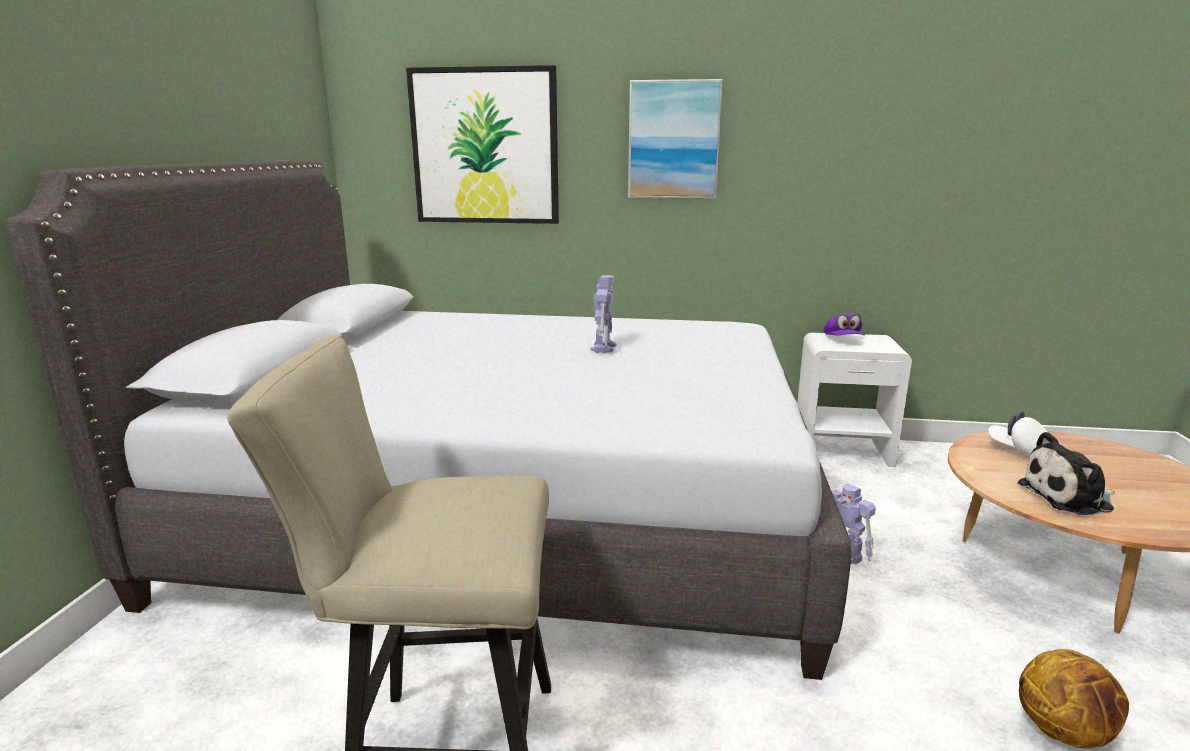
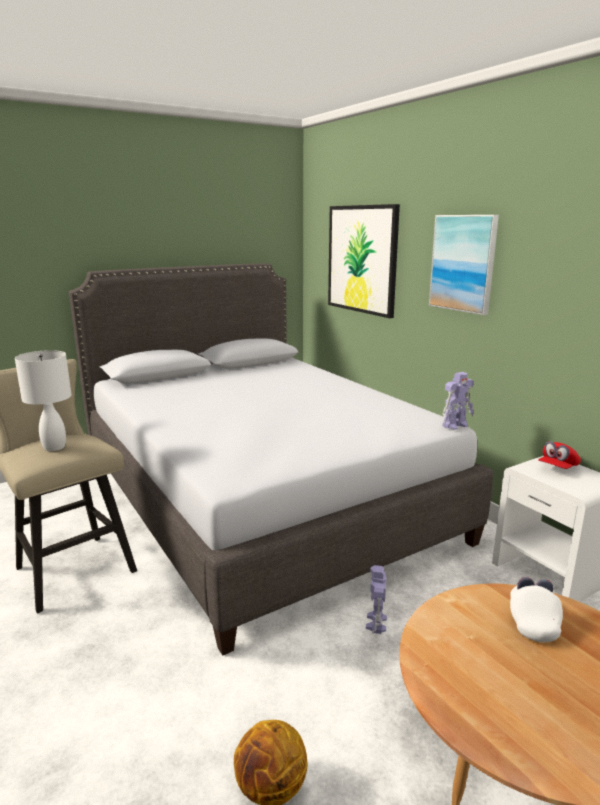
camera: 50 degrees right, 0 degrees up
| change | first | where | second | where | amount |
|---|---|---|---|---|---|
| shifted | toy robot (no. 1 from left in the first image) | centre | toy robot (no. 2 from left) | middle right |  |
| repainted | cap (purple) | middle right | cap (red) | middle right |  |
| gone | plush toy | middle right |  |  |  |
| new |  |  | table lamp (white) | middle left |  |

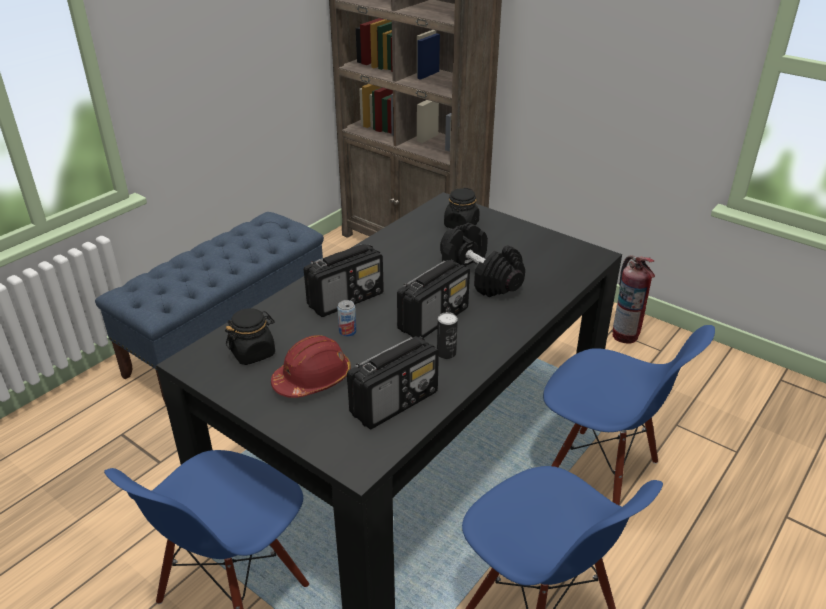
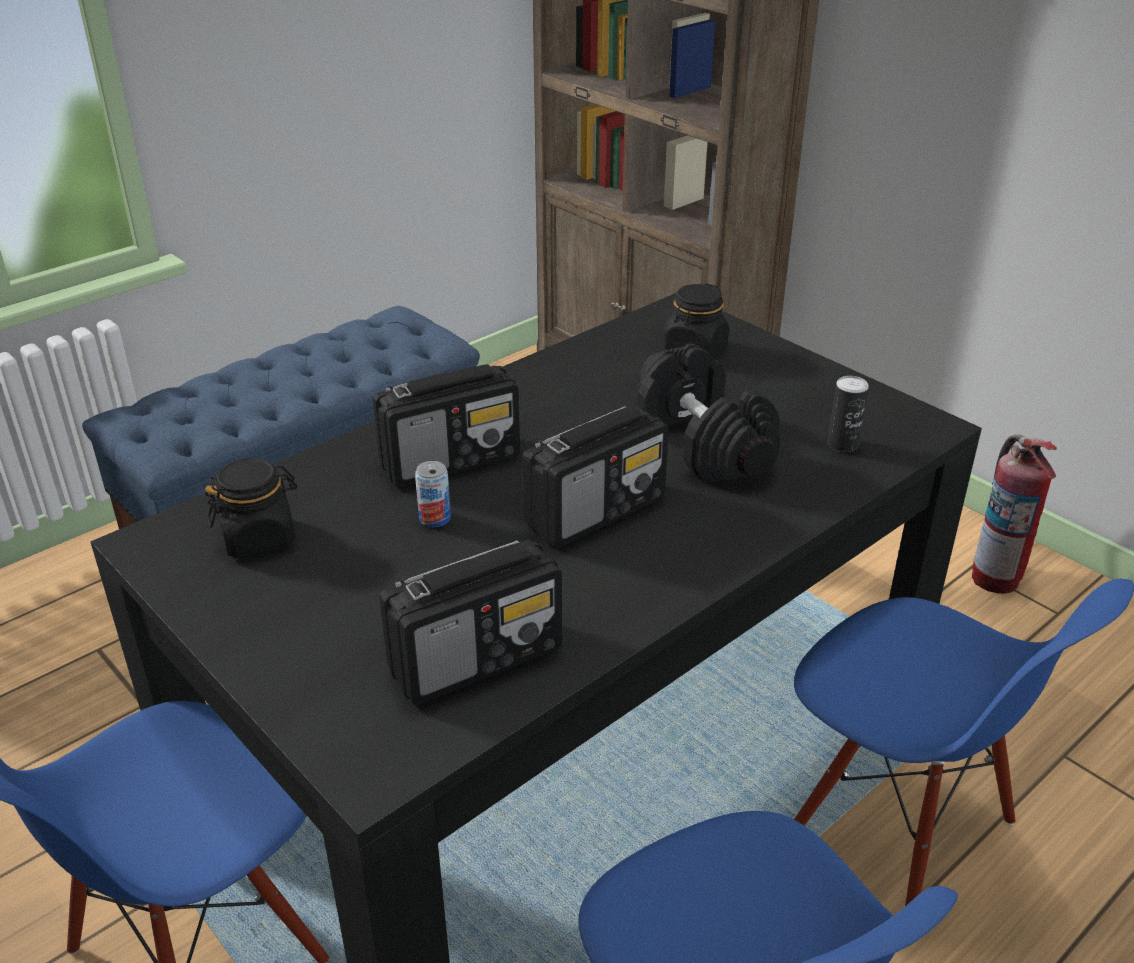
camera: 10 degrees right, 0 degrees up
| change | first | where | second | where | amount |
|---|---|---|---|---|---|
| shifted | can (no. 2 from left) | centre |  | middle right |  |
| gone | hard hat (red) | centre |  |  |  |

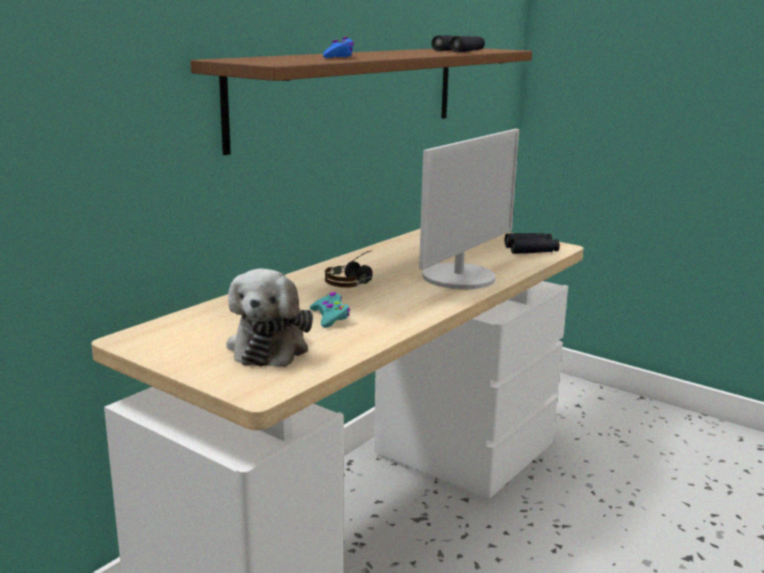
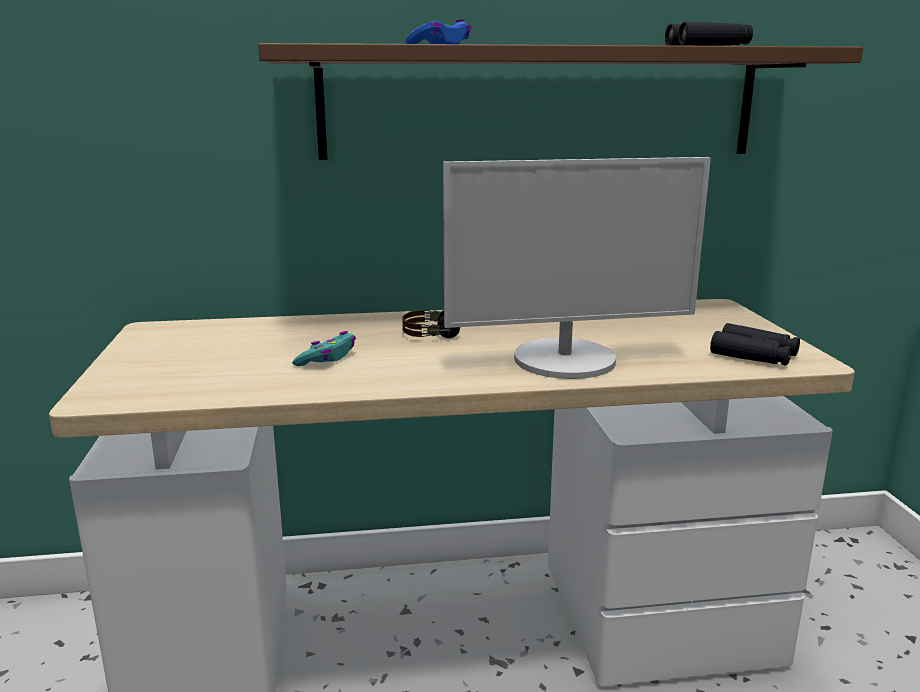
camera: 45 degrees right, 0 degrees up
| change | first | where | second | where | amount |
|---|---|---|---|---|---|
| gone | plush toy | centre |  |  |  |

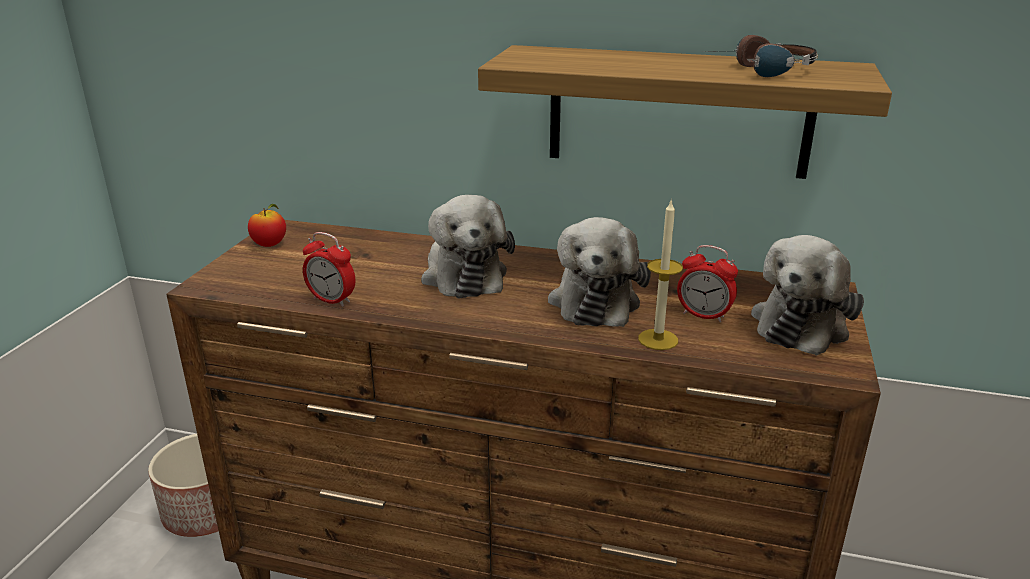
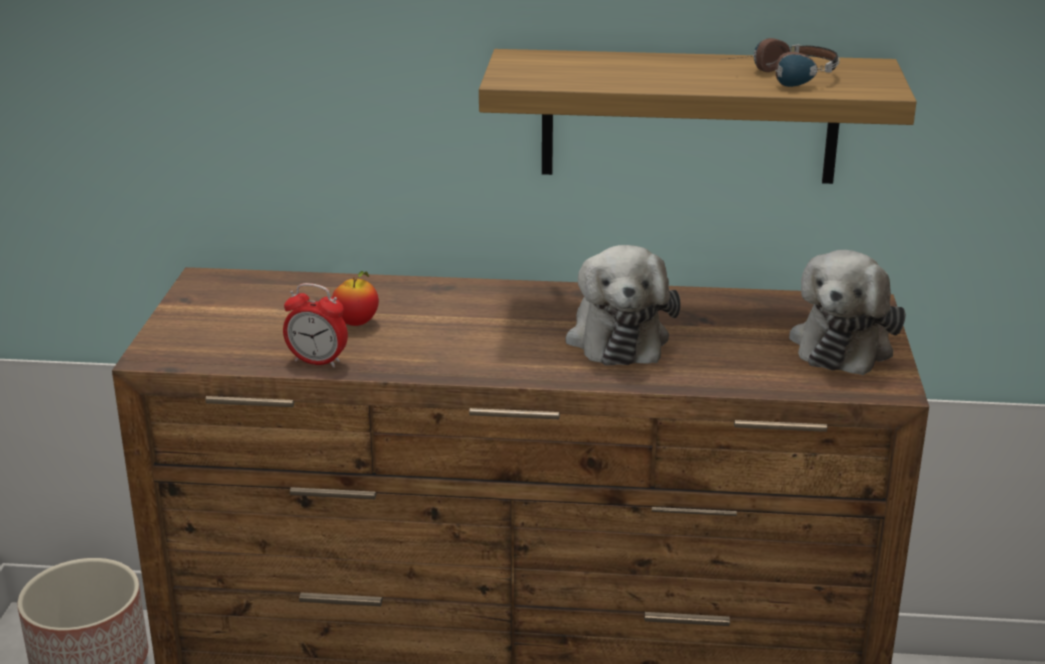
camera: 10 degrees left, 0 degrees up
| change | first | where | second | where | amount |
|---|---|---|---|---|---|
| gone | plush toy (no. 1 from left) | centre |  |  |  |
| gone | candle | centre |  |  |  |
| shifted | apple | middle left |  | centre |  |
| gone | alarm clock (no. 2 from left) | middle right |  |  |  |

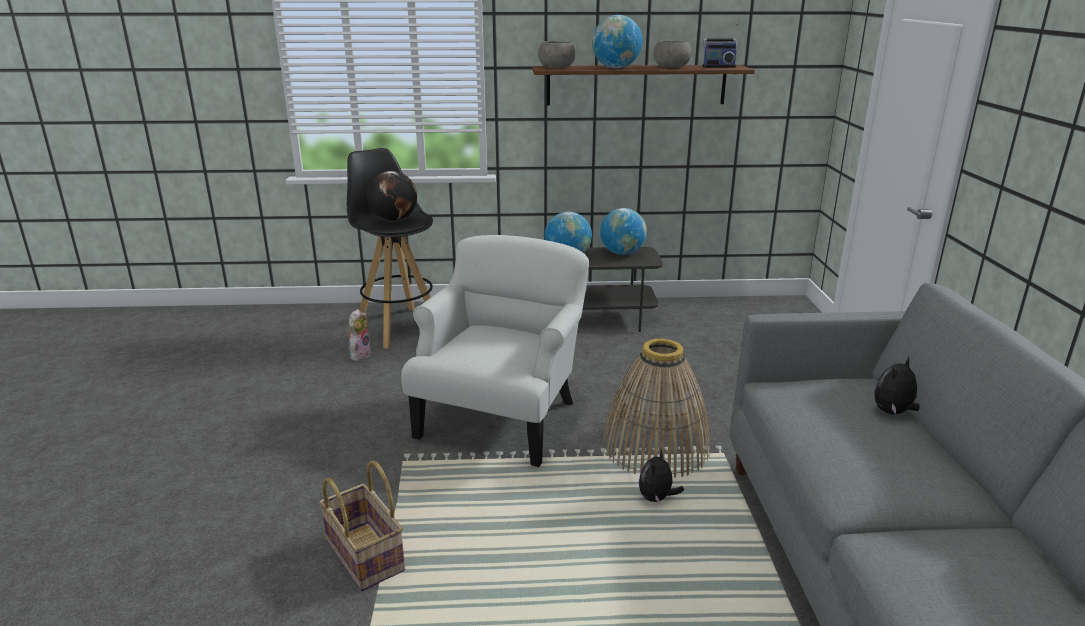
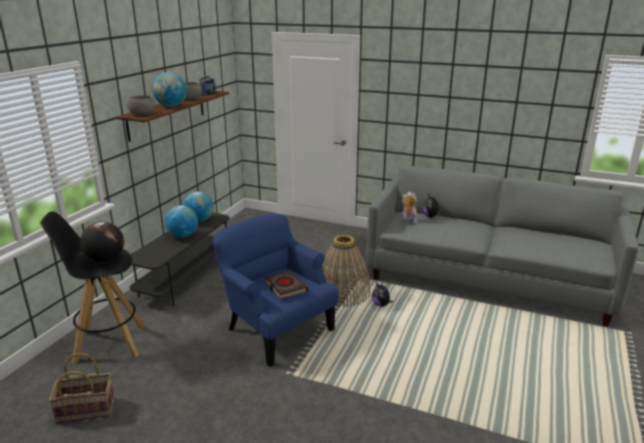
camera: 65 degrees left, 0 degrees up
| change | first | where | second | where | amount |
|---|---|---|---|---|---|
| repainted | armchair (white) | centre | armchair (blue) | centre |  |
| shifted | plush toy (no. 1 from left in the first image) | middle left | plush toy (no. 2 from left) | centre |  |
| shifted | basket (no. 1 from left) | bottom centre |  | bottom left |  |
| new |  |  | book (black) | centre |  |

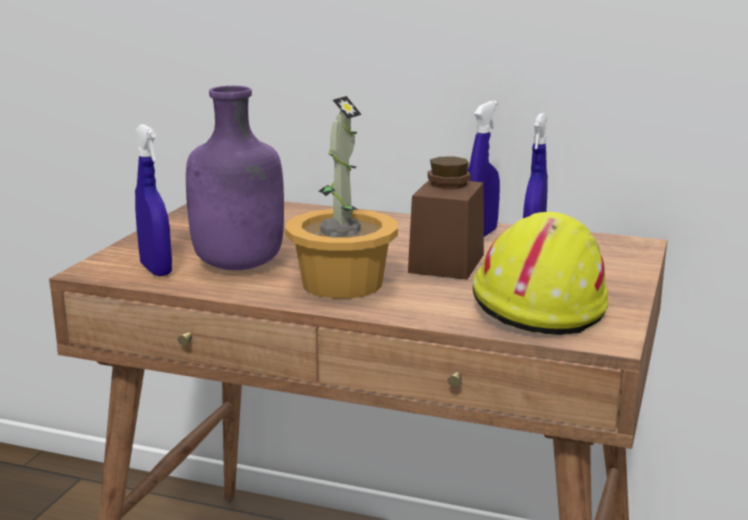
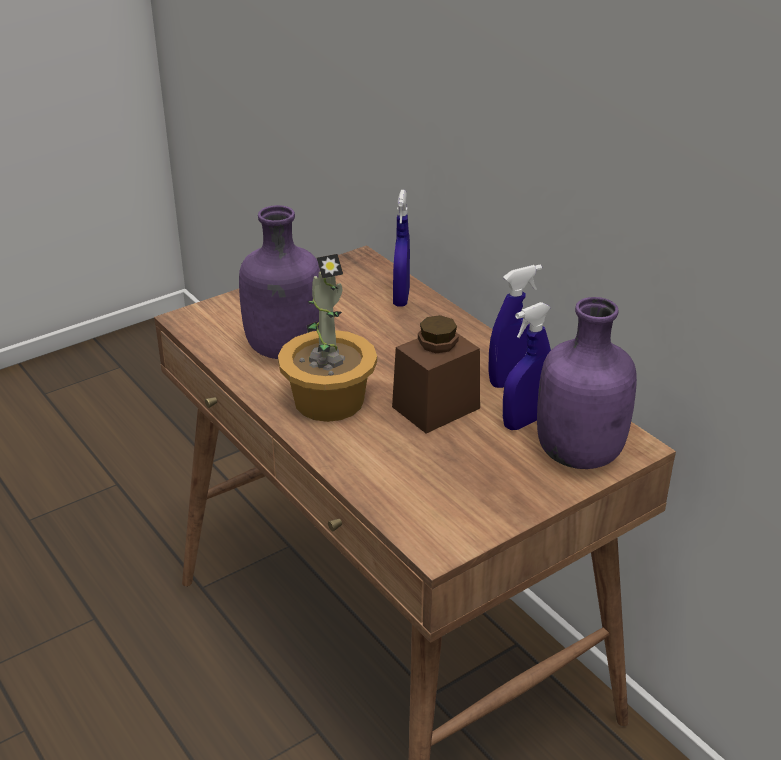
camera: 35 degrees right, 15 degrees up
| change | first | where | second | where | amount |
|---|---|---|---|---|---|
| shifted | spray bottle (blue) (no. 1 from left) | middle left |  | top centre |  |
| gone | hard hat (yellow) | middle right |  |  |  |
| new |  |  | bottle (purple) (no. 2 from left) | middle right |  |

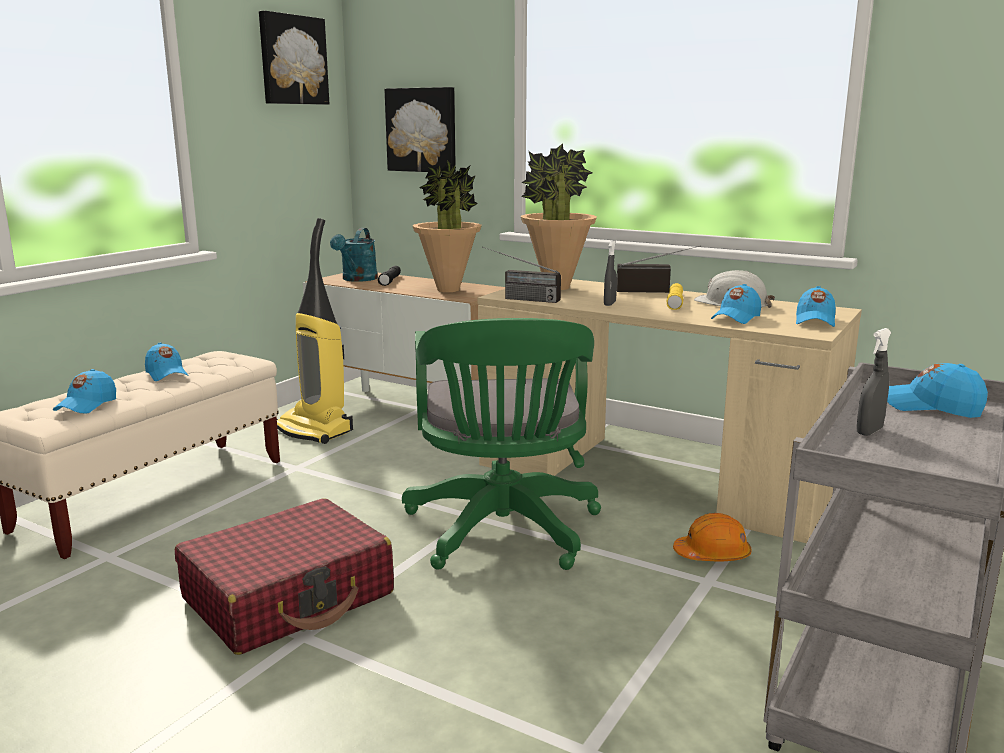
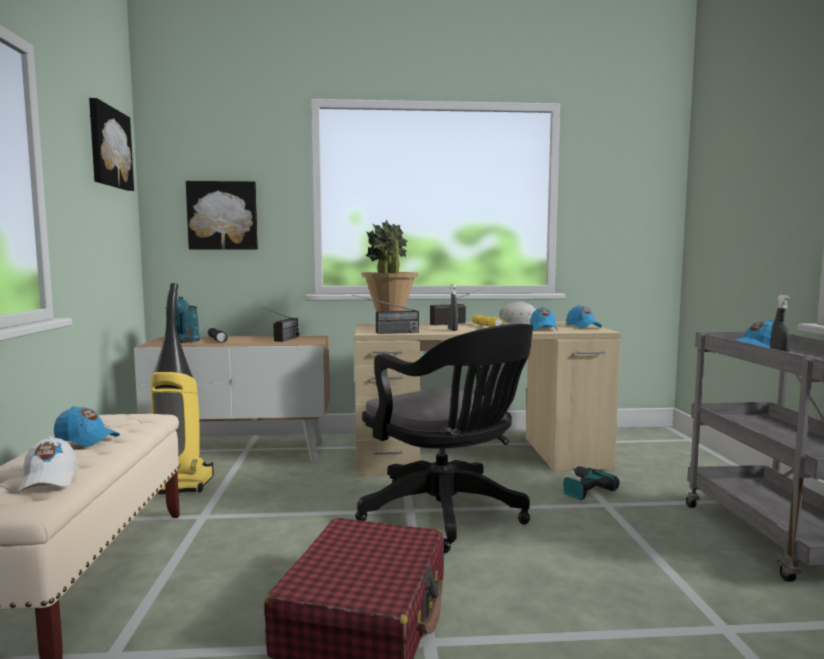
camera: 35 degrees left, 10 degrees down
| change | first | where | second | where | amount |
|---|---|---|---|---|---|
| swapped | potted plant (no. 1 from left) | top centre | radio (no. 1 from left) | centre |  |
| repainted | office chair (green) | centre | office chair (black) | centre |  |
| repainted | cap (blue) (no. 1 from left) | middle left | cap (white) | bottom left |  |
| swapped | hard hat (orange) | bottom right | power drill | bottom right |  |

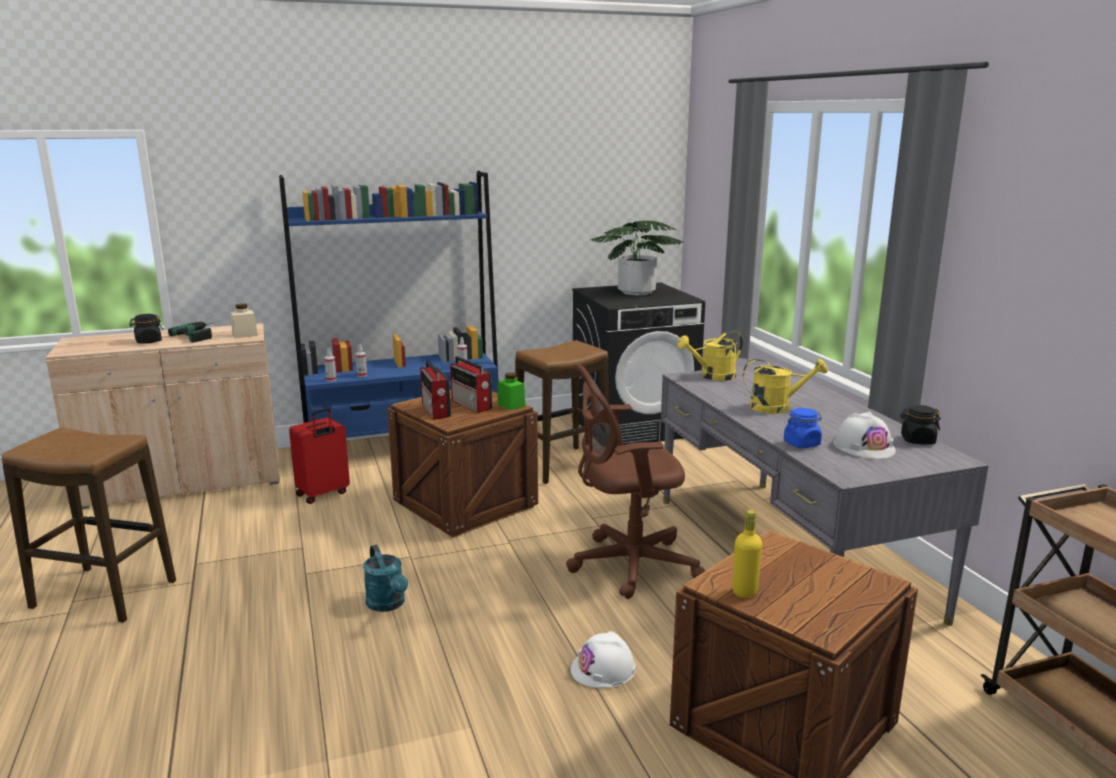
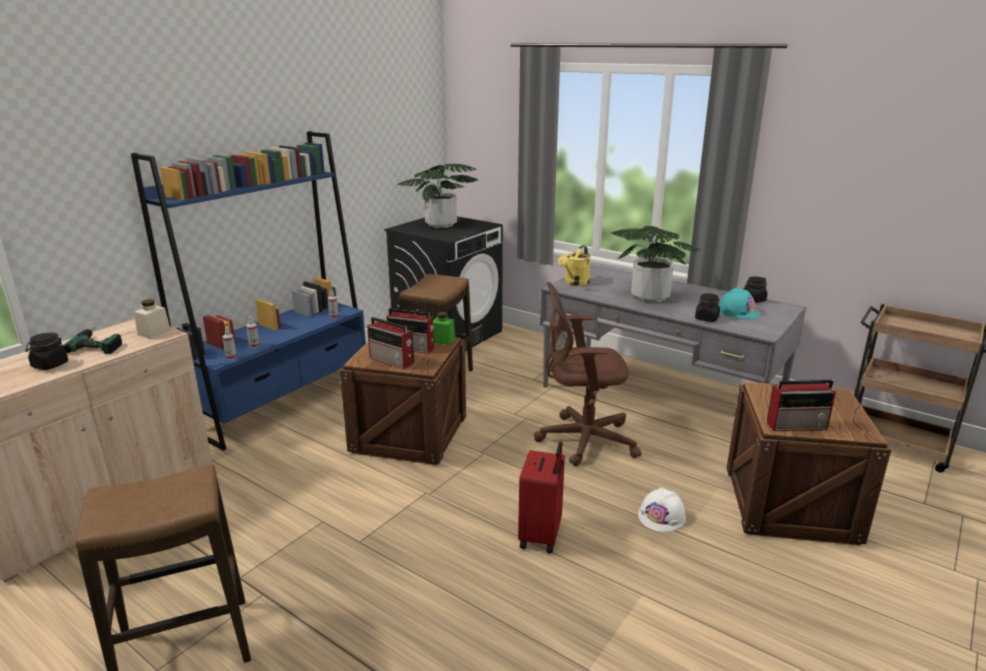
camera: 35 degrees left, 5 degrees up
| change | first | where | second | where | amount |
|---|---|---|---|---|---|
| swapped | watering can (yellow) (no. 2 from left) | middle right | potted plant (no. 2 from left) | centre |  |
| rotated | office chair (brown) | centre |  | centre | 45 degrees clockwise |
| shifted | suitcase (red) | middle left |  | bottom centre |  |
| repainted | jar (blue) | middle right | jar (black) (no. 2 from left) | middle right |  |
| repainted | hard hat (white) (no. 2 from left) | middle right | hard hat (turquoise) | middle right |  |
| swapped | bottle (yellow) | bottom right | radio (no. 3 from left) | middle right |  |
| gone | watering can (turquoise) | bottom centre |  |  |  |

